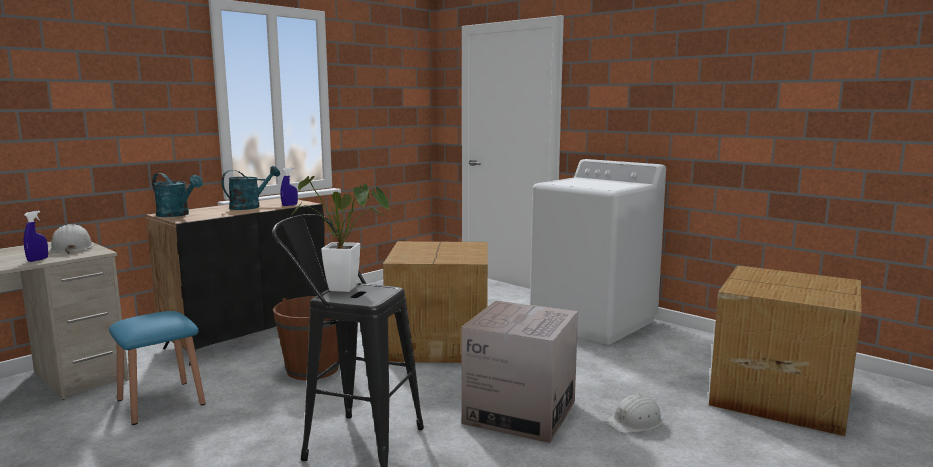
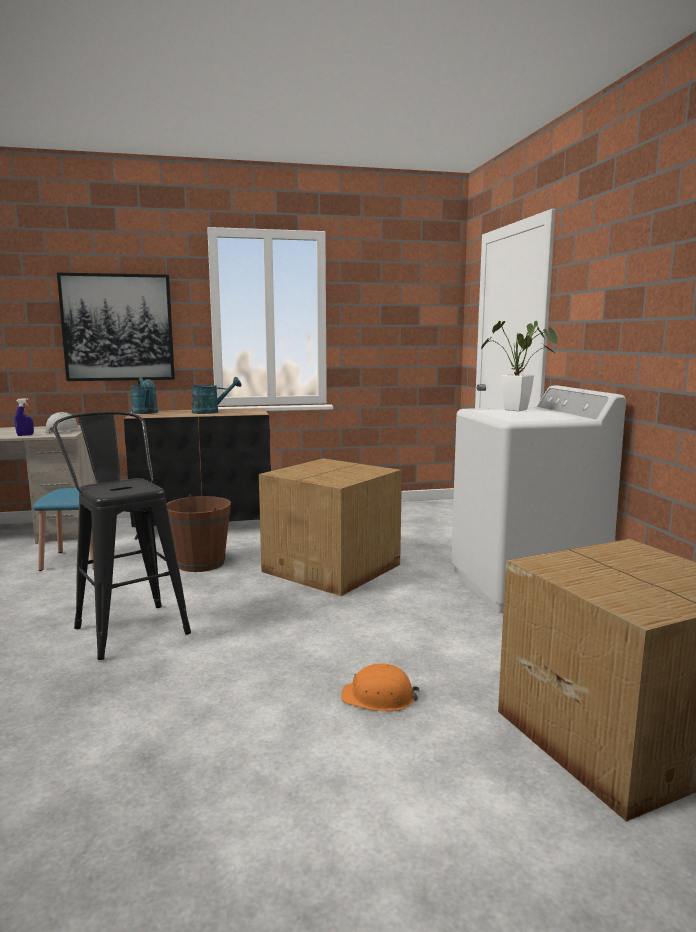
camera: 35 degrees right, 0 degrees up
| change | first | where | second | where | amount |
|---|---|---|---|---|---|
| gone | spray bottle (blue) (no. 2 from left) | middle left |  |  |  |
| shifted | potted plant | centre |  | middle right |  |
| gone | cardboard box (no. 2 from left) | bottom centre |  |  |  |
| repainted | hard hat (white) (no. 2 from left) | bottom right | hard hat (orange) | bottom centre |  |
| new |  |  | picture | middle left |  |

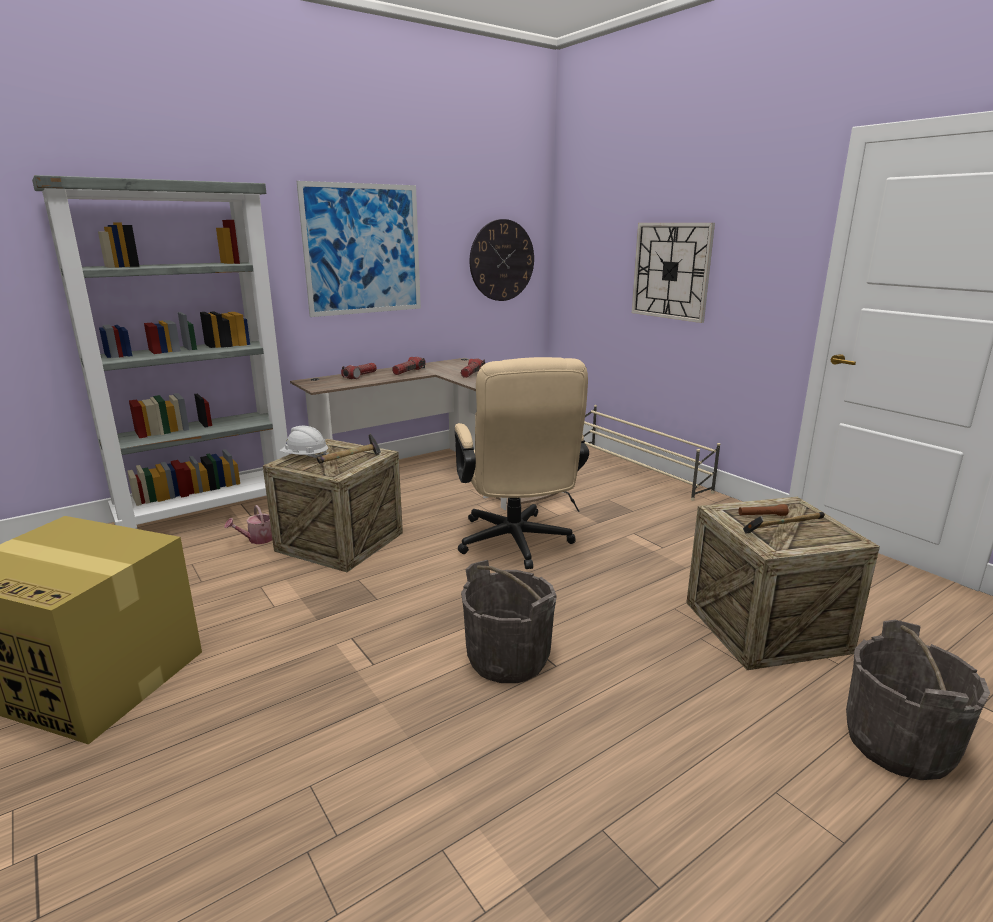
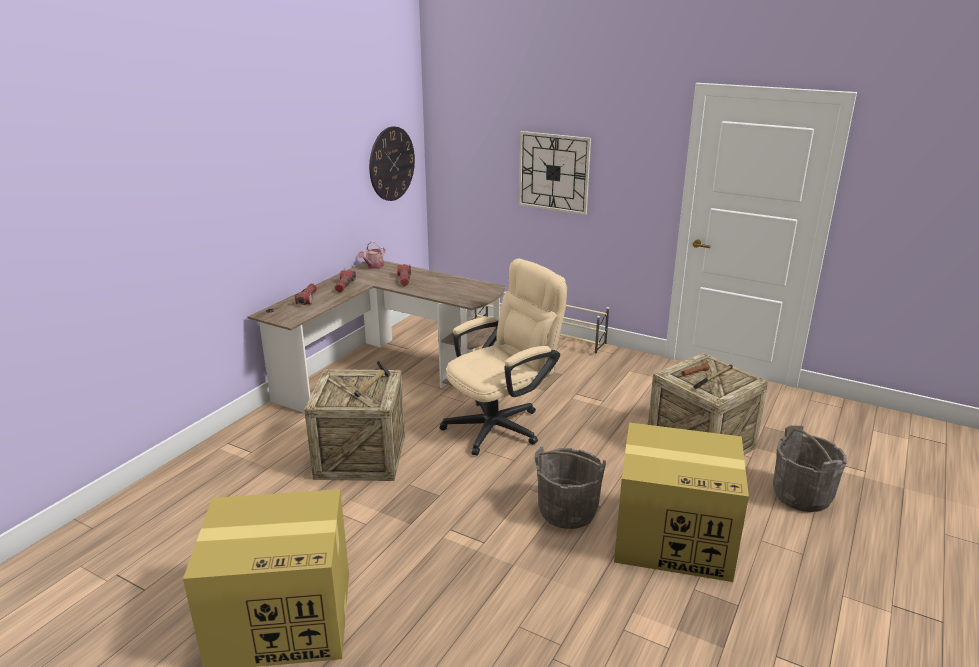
camera: 25 degrees left, 5 degrees up
| change | first | where | second | where | amount |
|---|---|---|---|---|---|
| gone | bookcase (grey) | middle left |  |  |  |
| gone | picture | top centre |  |  |  |
| rotated | office chair (beige) | centre |  | centre | 90 degrees counterclockwise |
| gone | hard hat (white) | middle left |  |  |  |
| shifted | watering can | middle left |  | centre |  |
| new |  |  | cardboard box (no. 2 from left) | bottom right |  |

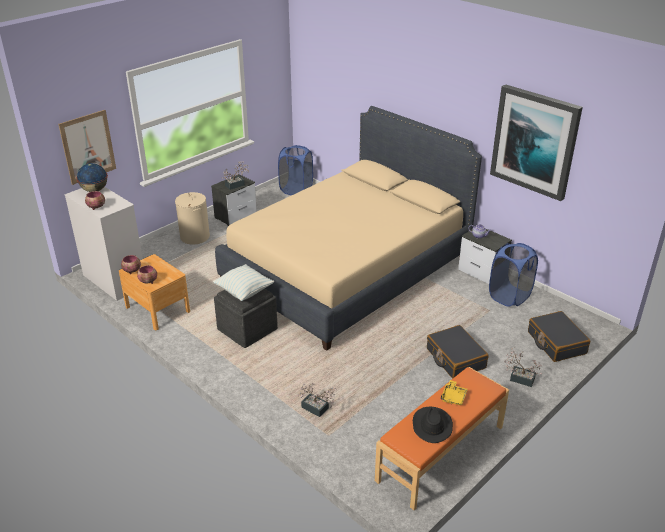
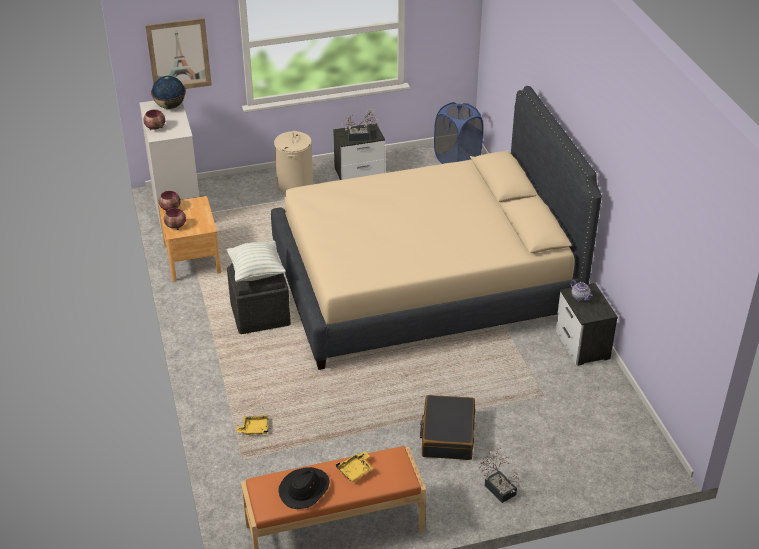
camera: 30 degrees right, 5 degrees up
| change | first | where | second | where | amount |
|---|---|---|---|---|---|
| gone | picture (no. 2 from left) | top right |  |  |  |
| gone | laundry basket (blue) (no. 2 from left) | middle right |  |  |  |
| gone | suitcase (black) (no. 2 from left) | middle right |  |  |  |
| swapped | potted plant (no. 2 from left) | bottom centre | tray (yellow) (no. 1 from left) | bottom left |  |

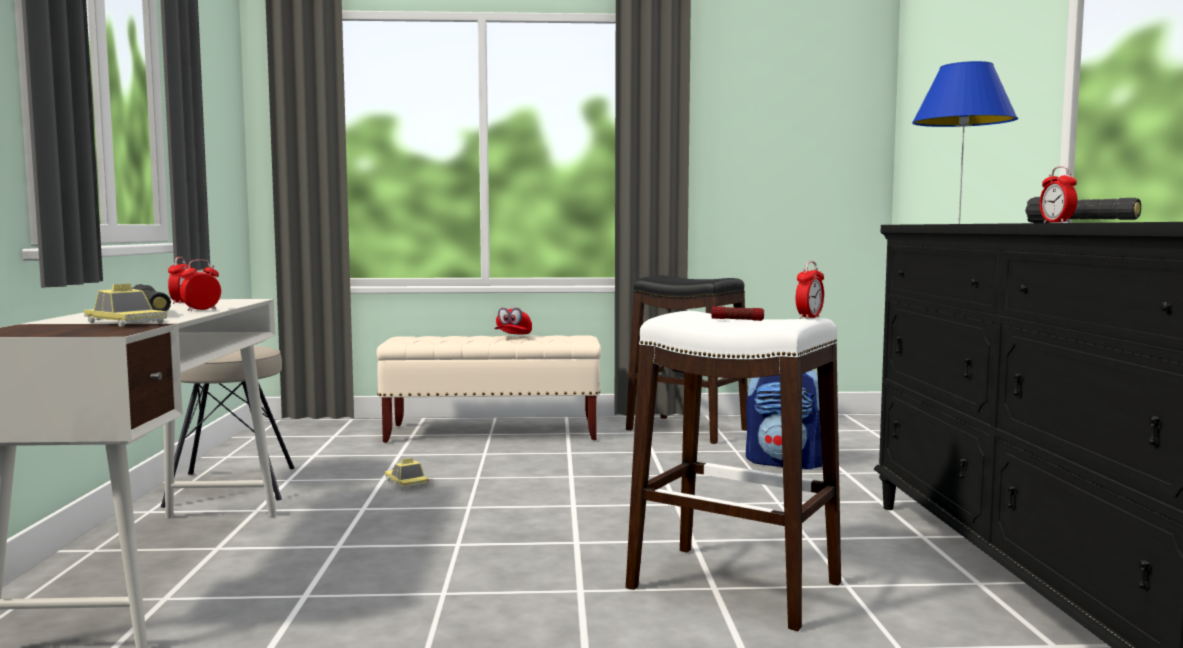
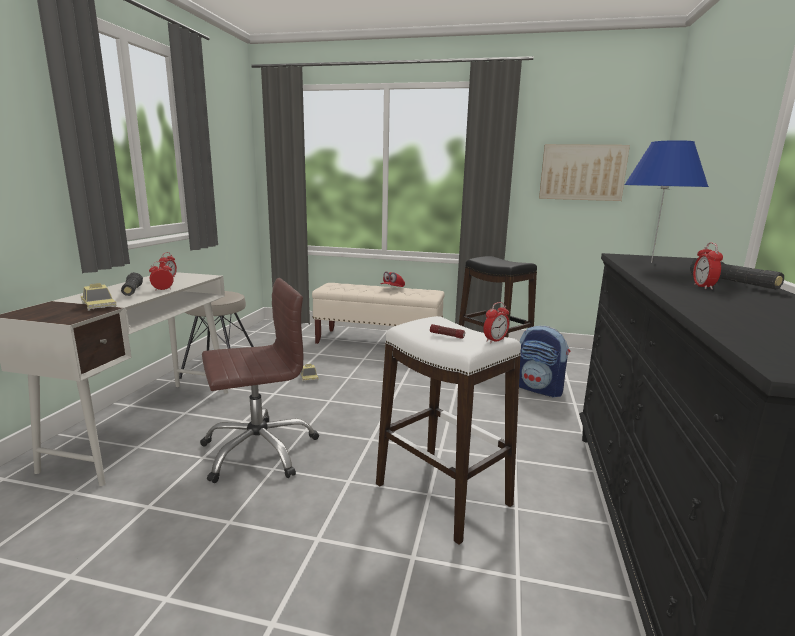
camera: 15 degrees right, 10 degrees up
| change | first | where | second | where | amount |
|---|---|---|---|---|---|
| new |  |  | picture | top right |  |
| new |  |  | office chair (brown) | middle left |  |

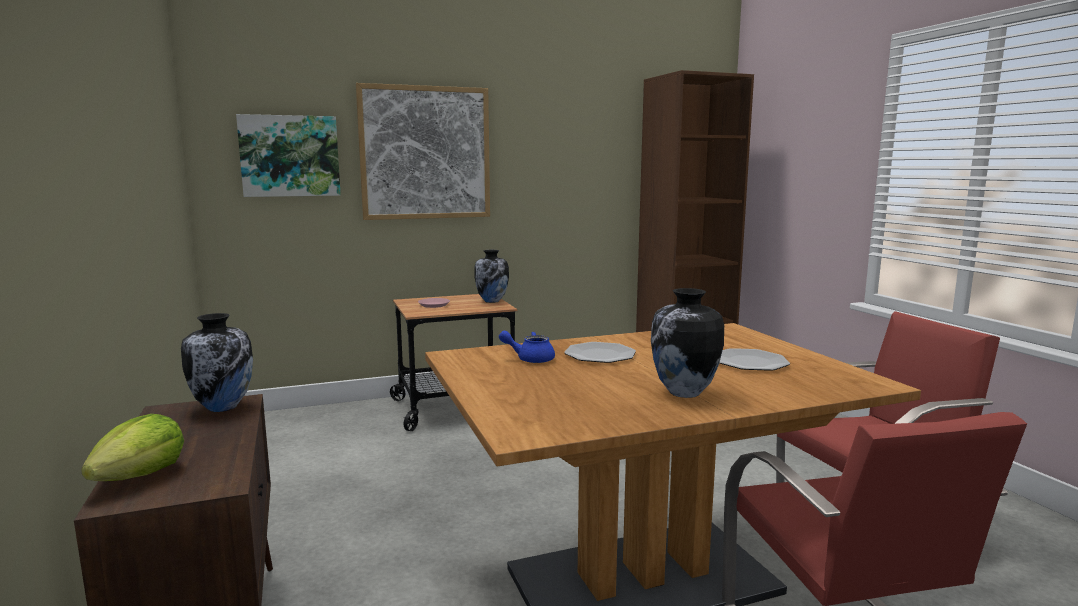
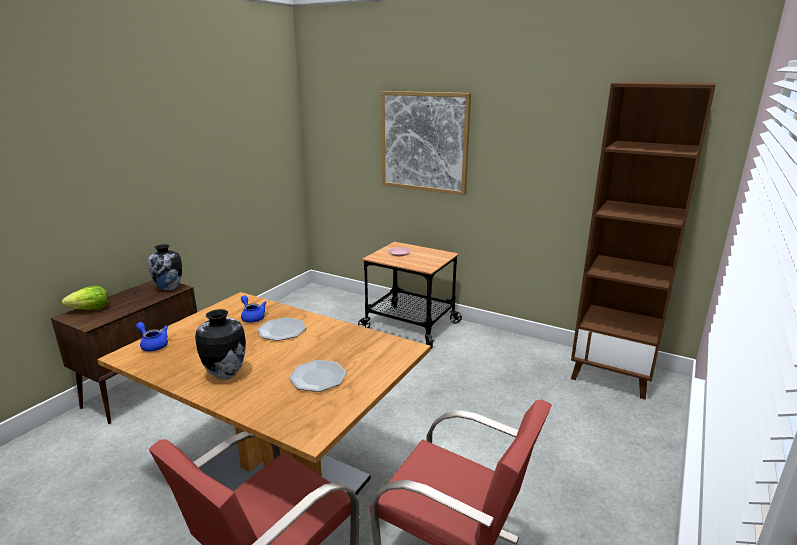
camera: 50 degrees right, 10 degrees up
| change | first | where | second | where | amount |
|---|---|---|---|---|---|
| gone | picture (no. 1 from left) | top left |  |  |  |
| gone | vase (no. 2 from left) | centre |  |  |  |
| new |  |  | teapot (blue) (no. 1 from left) | middle left |  |

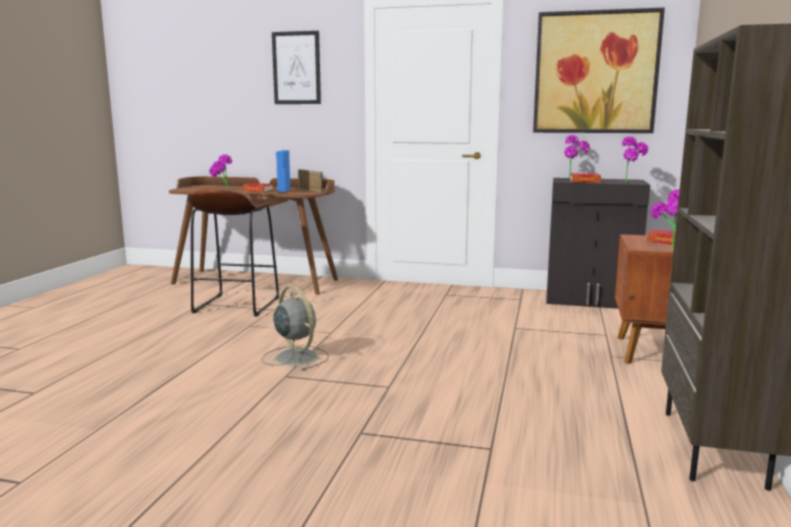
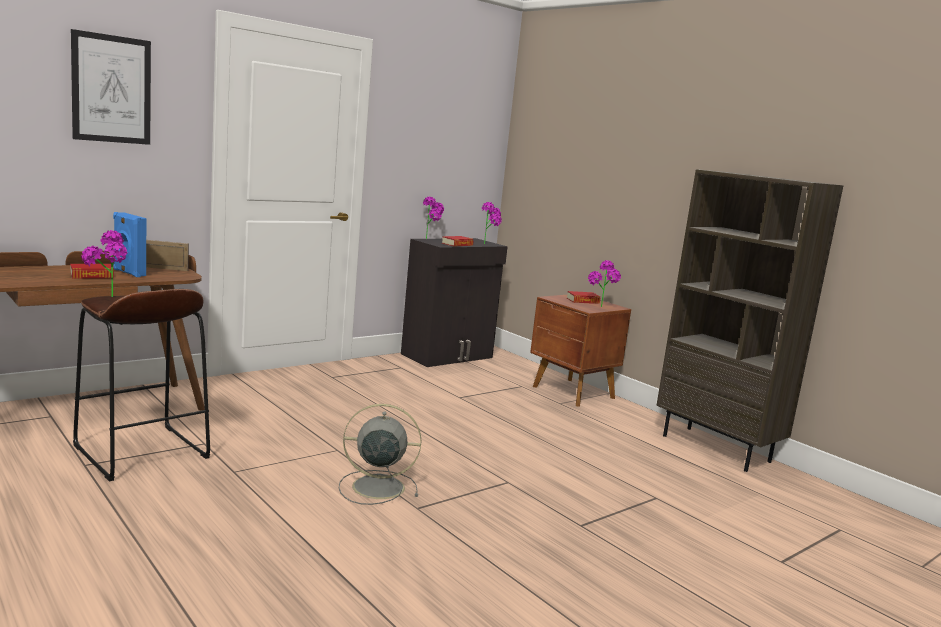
camera: 55 degrees left, 0 degrees up
| change | first | where | second | where | amount |
|---|---|---|---|---|---|
| gone | picture (no. 2 from left) | top right |  |  |  |

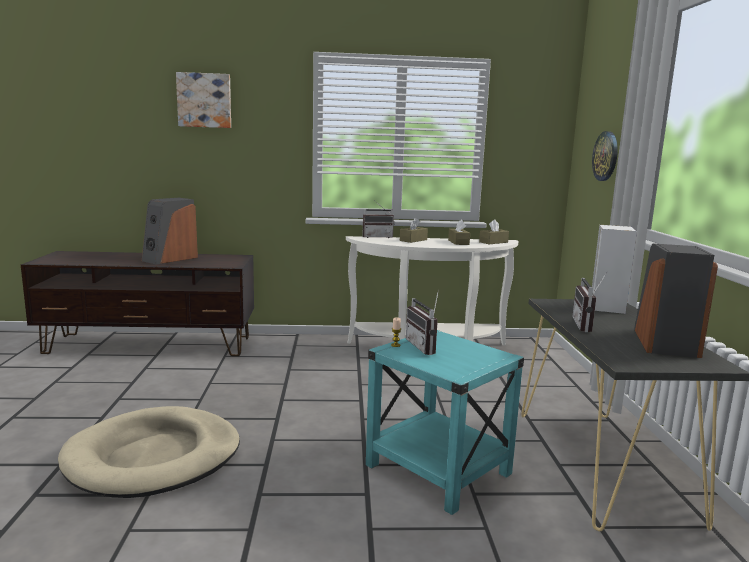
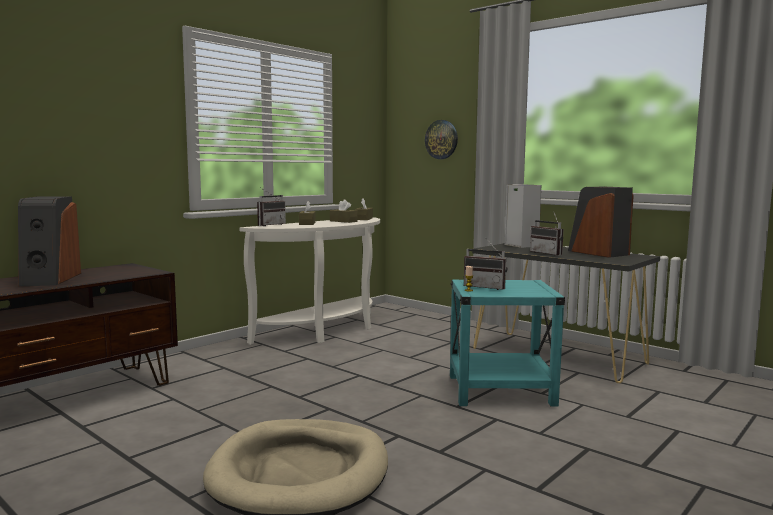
camera: 45 degrees left, 5 degrees down
| change | first | where | second | where | amount |
|---|---|---|---|---|---|
| gone | picture | top left |  |  |  |

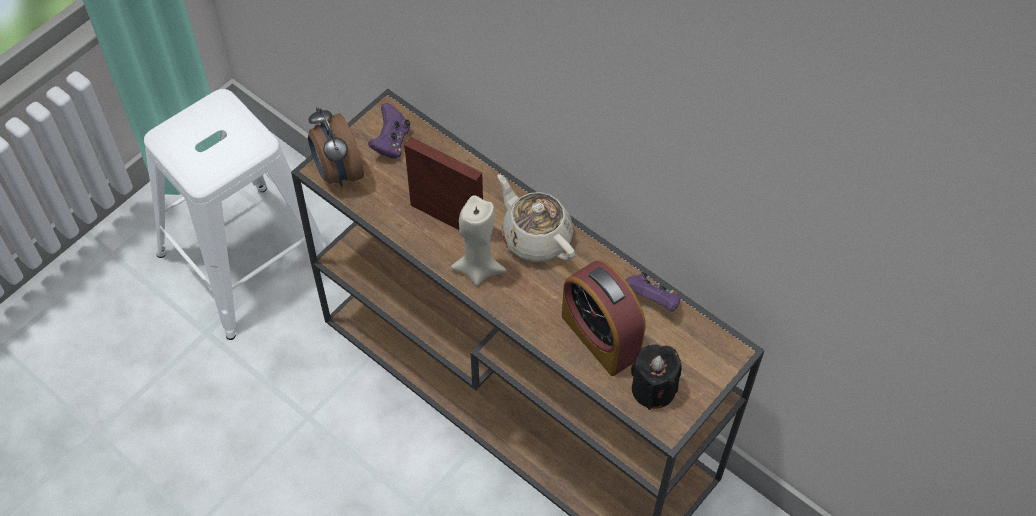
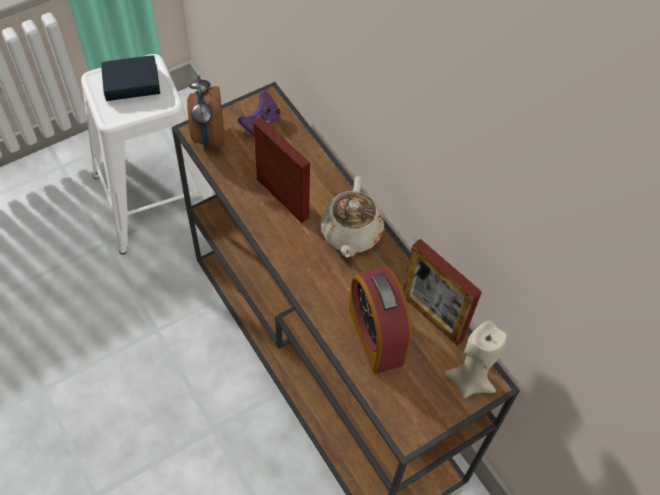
camera: 15 degrees right, 0 degrees up
| change | first | where | second | where | amount |
|---|---|---|---|---|---|
| rotated | teapot (beige) | centre |  | centre | 150 degrees counterclockwise |
| shifted | candle (beige) | centre |  | bottom right |  |
| swapped | game controller (purple) (no. 2 from left) | centre | picture frame (no. 2 from left) | middle right |  |
| gone | candle (black) | bottom centre |  |  |  |
| new |  |  | book | top left |  |

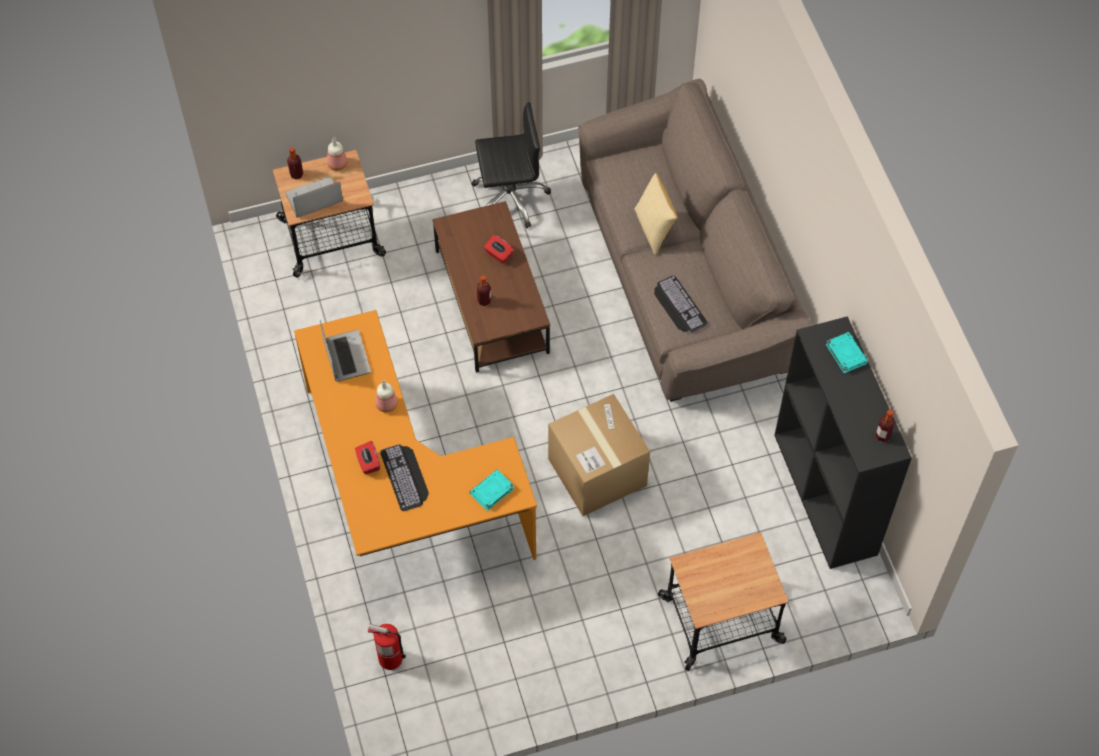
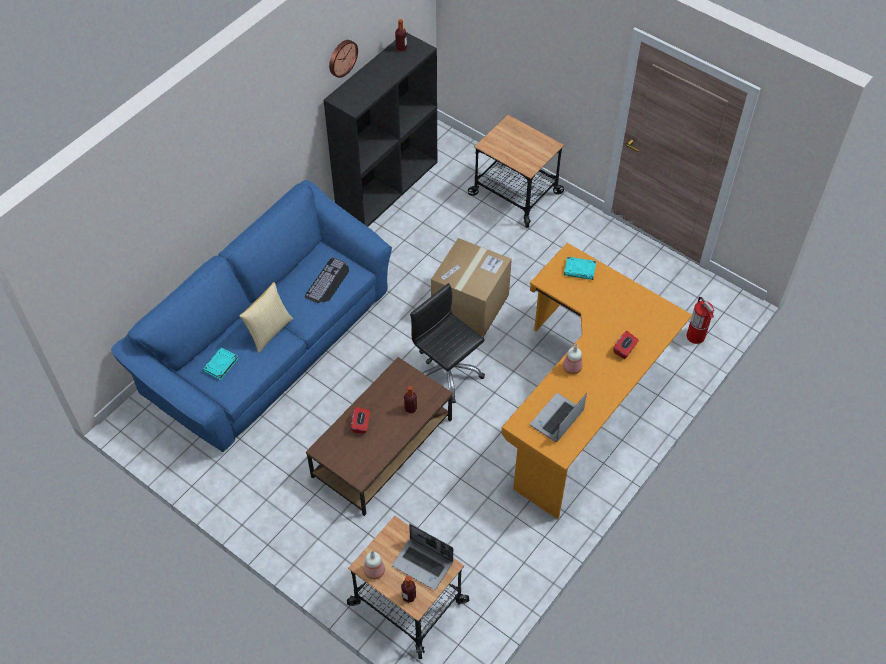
camera: 125 degrees left, 5 degrees down
| change | first | where | second | where | amount |
|---|---|---|---|---|---|
| repainted | sofa (brown) | top centre | sofa (blue) | middle left |  |
| shifted | office chair (black) | top centre |  | centre |  |
| shifted | book (turquoise) (no. 2 from left in the first image) | middle right | book (turquoise) (no. 1 from left) | middle left |  |
| gone | keyboard (no. 1 from left) | centre |  |  |  |
| new |  |  | wall clock | top centre |  |

